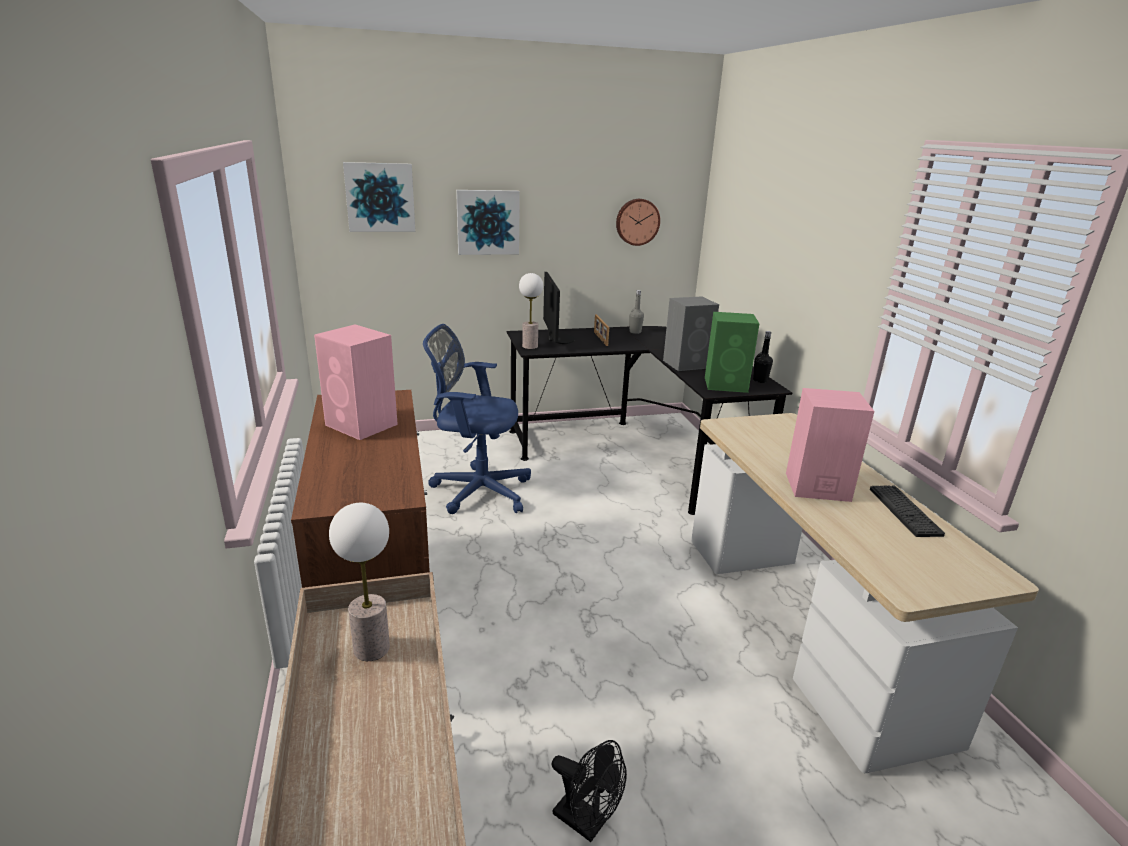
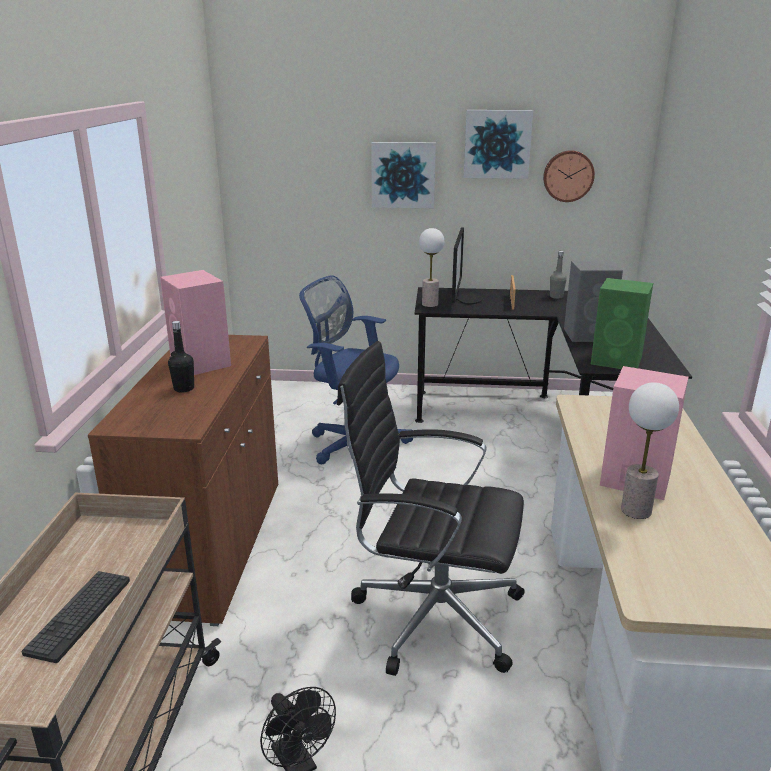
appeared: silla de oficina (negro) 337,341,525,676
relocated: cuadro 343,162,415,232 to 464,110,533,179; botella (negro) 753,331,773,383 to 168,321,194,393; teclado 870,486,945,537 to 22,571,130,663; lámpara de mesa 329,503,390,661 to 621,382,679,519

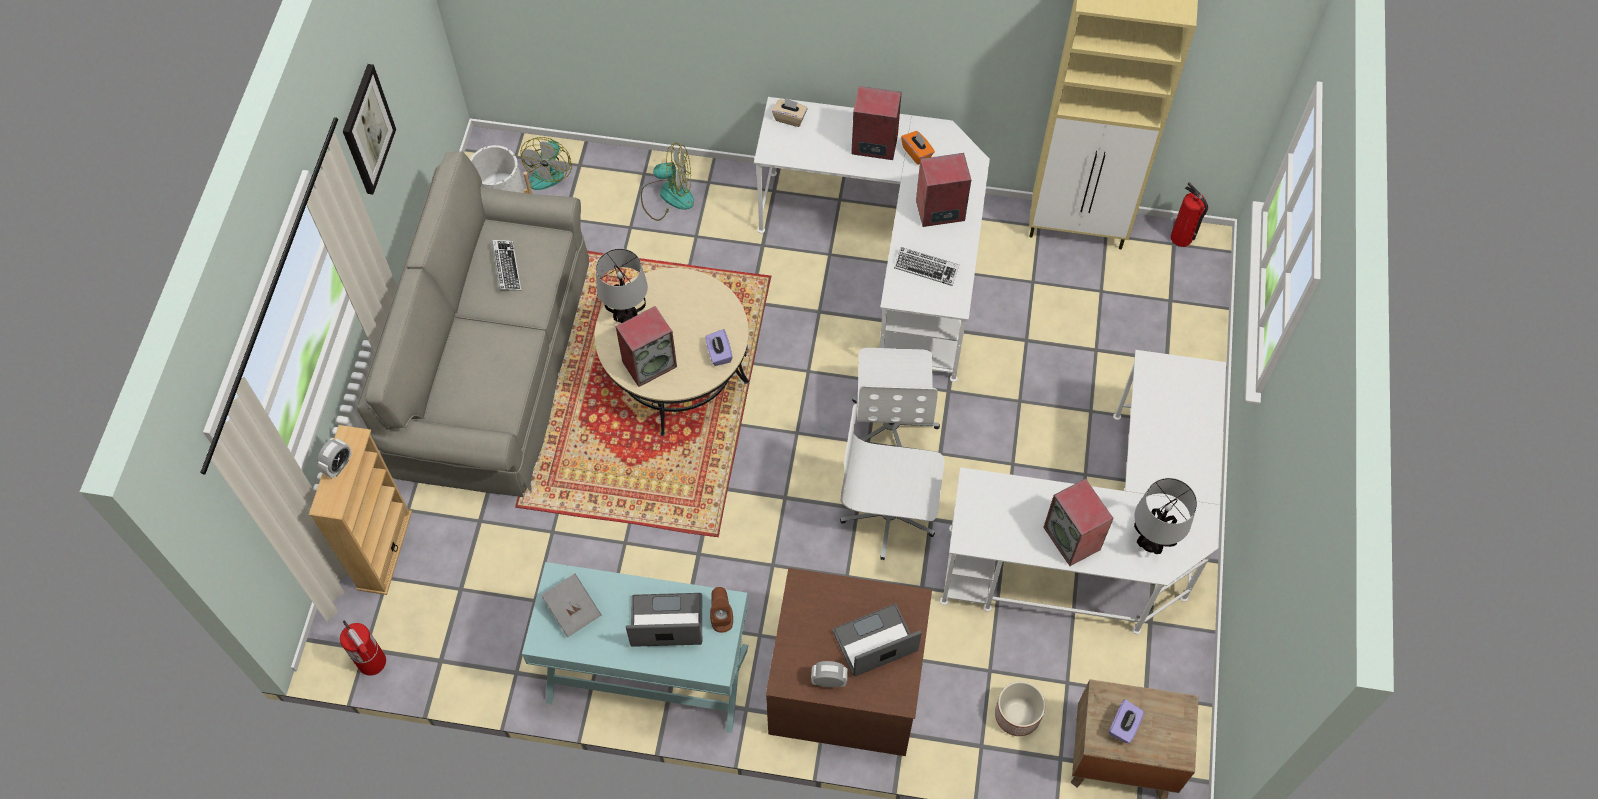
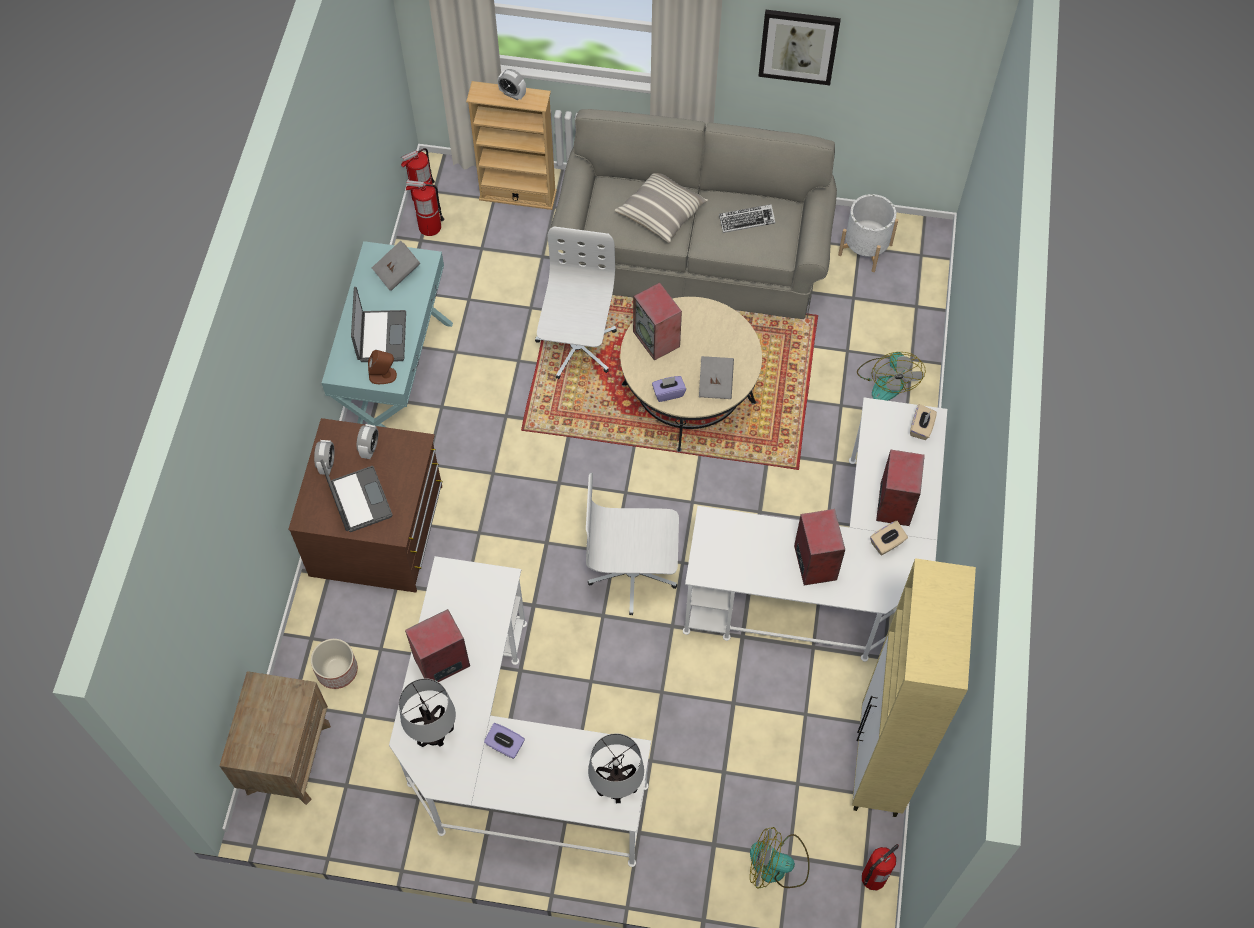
missing: teclado 894,247,959,286
appeared: cojín 615,173,708,243; extintor 406,180,445,236; libro (gris) 699,356,734,399; despertador 356,424,378,459
relocated: ventilador 520,137,572,190 to 750,827,810,889; lámpara de mesa 596,248,648,323 to 588,733,644,803; silla de oficina (blanco) 840,404,945,560 to 535,226,617,379; caja de pañuelos (morado) 1109,699,1144,743 to 484,723,525,759
colour: caja de pañuelos (naranja) 901,131,935,165 to caja de pañuelos (beis) 870,521,908,555

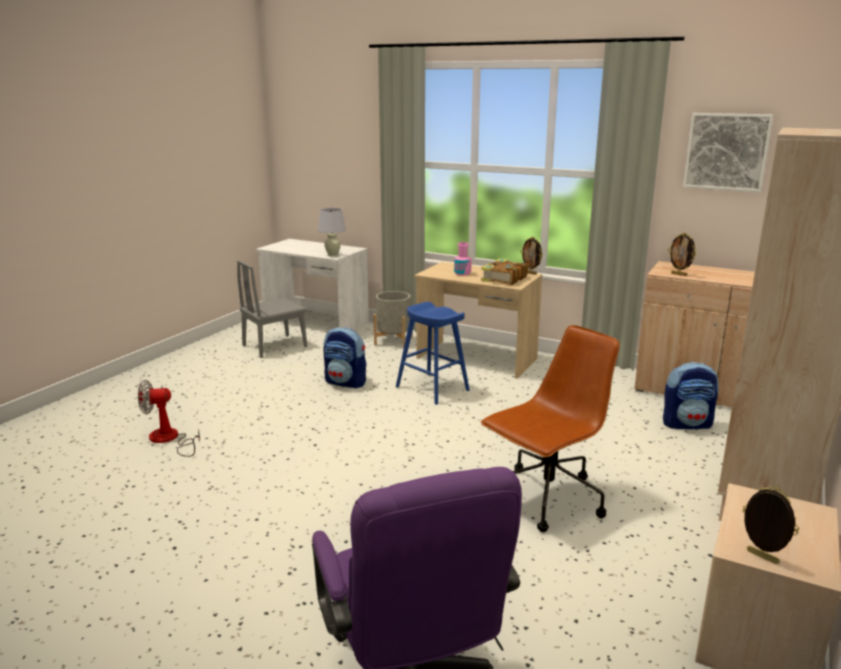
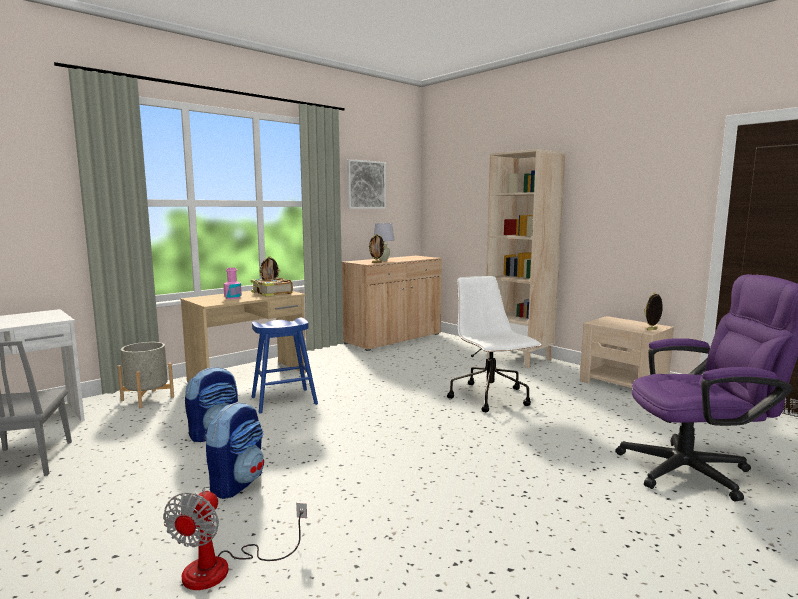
relocated: lámpara de mesa (blanco) 318,208,346,256 to 373,223,394,261; mochila 663,362,719,429 to 203,402,264,499
colour: silla de oficina (marrón) 481,325,620,532 to silla de oficina (blanco) 447,276,541,412

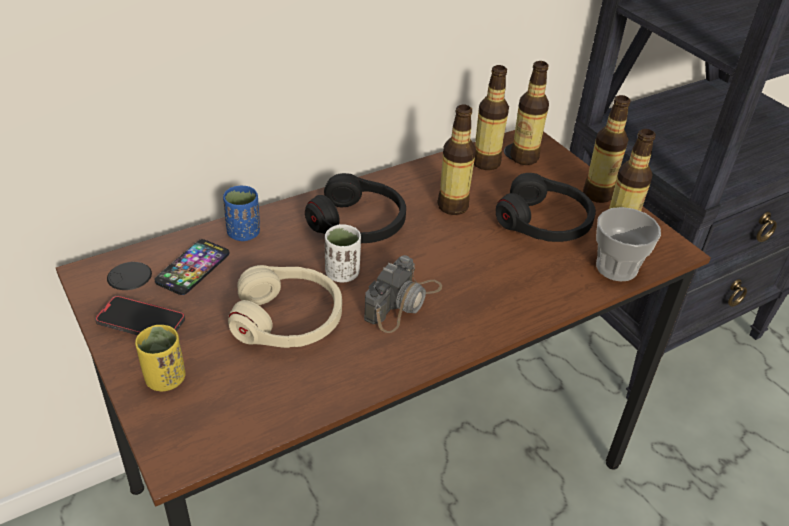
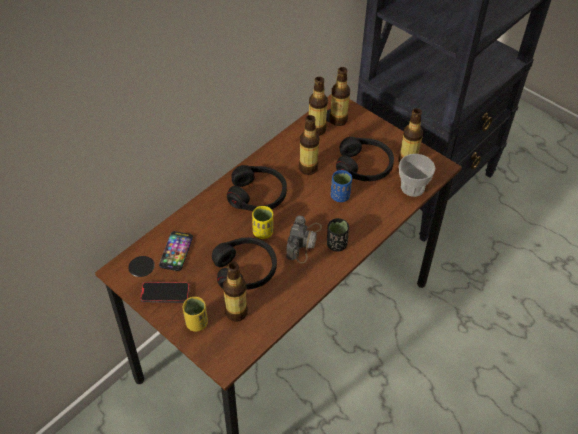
appeared: taza (negro) 327,218,349,252
relocated: botella 583,95,631,203 to 223,262,248,322; taza (azul) 223,186,260,241 to 331,170,352,202
colour: taza (blanco) 325,224,361,283 to taza (amarillo) 252,206,273,239; auriculares (beis) 228,265,342,348 to auriculares (negro) 212,237,277,290

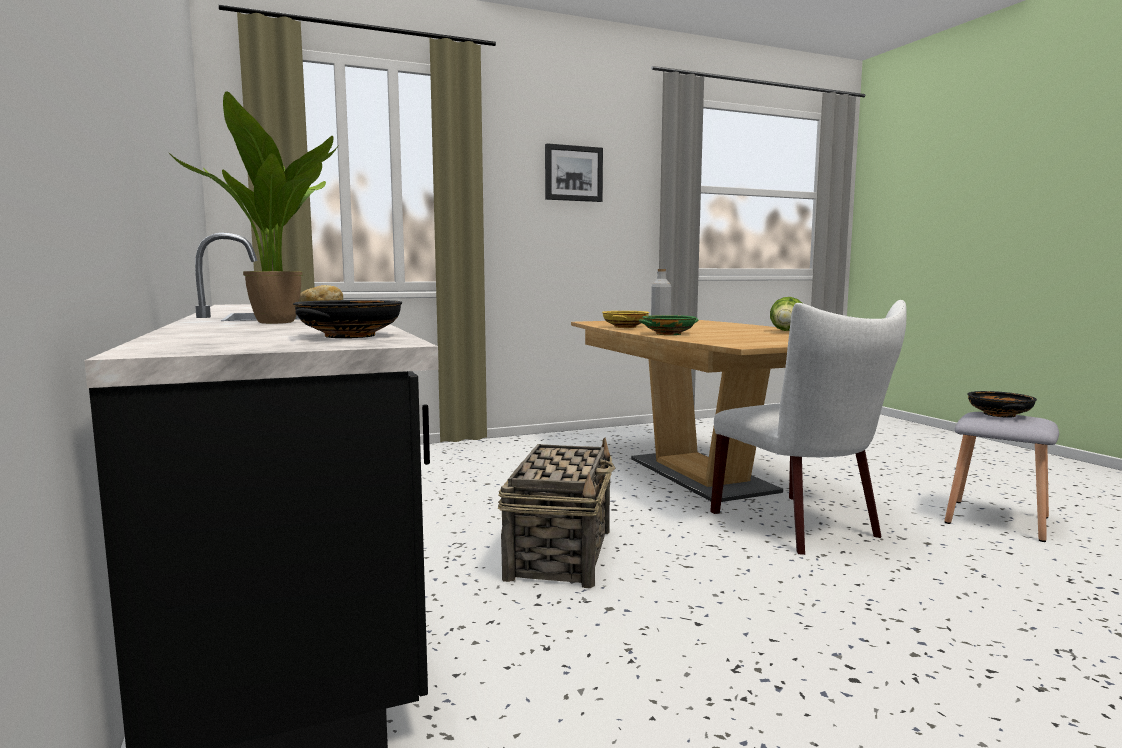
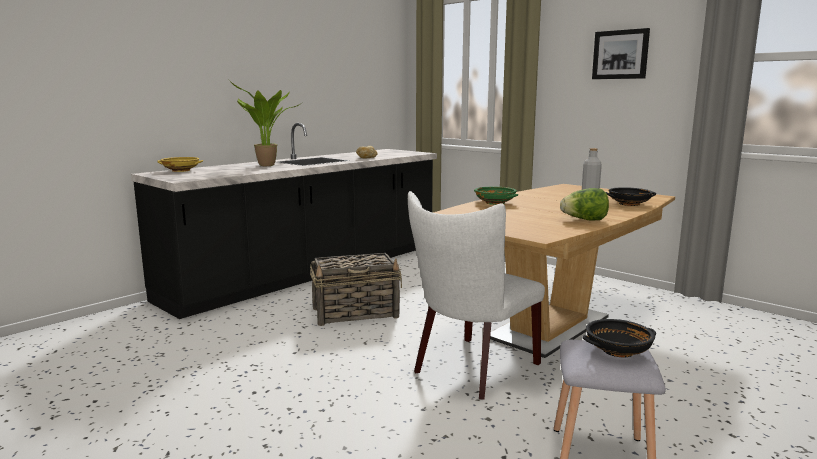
relocated: cuenco (negro) 293,300,402,338 to 606,187,656,206; cuenco (amarillo) 602,311,649,328 to 157,157,203,172

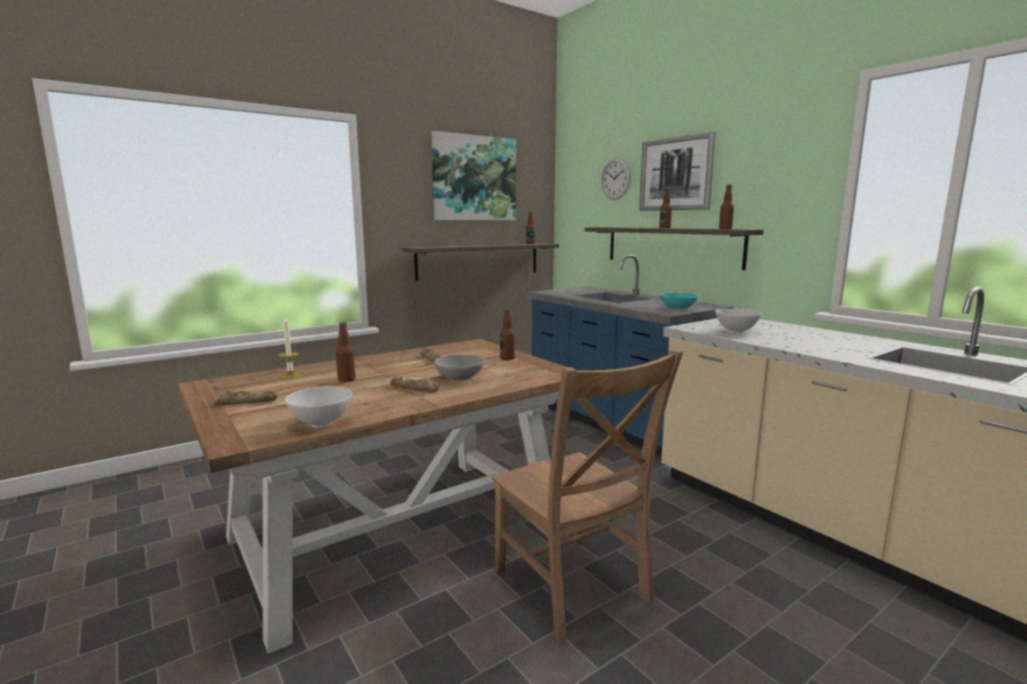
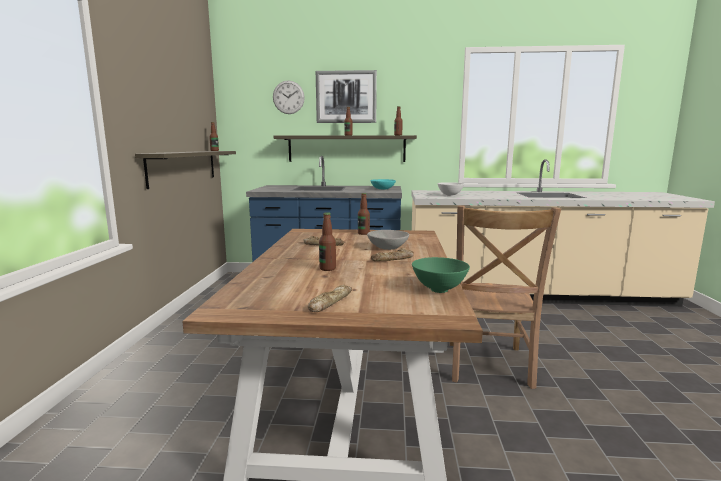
missing: cuadro 431,131,516,220; vela 278,317,303,379
colour: cuenco (blanco) 285,386,352,427 to cuenco (verde) 412,257,470,293
spun: silla (marrón) 492,349,684,645 = 450,205,561,389 90 degrees clockwise

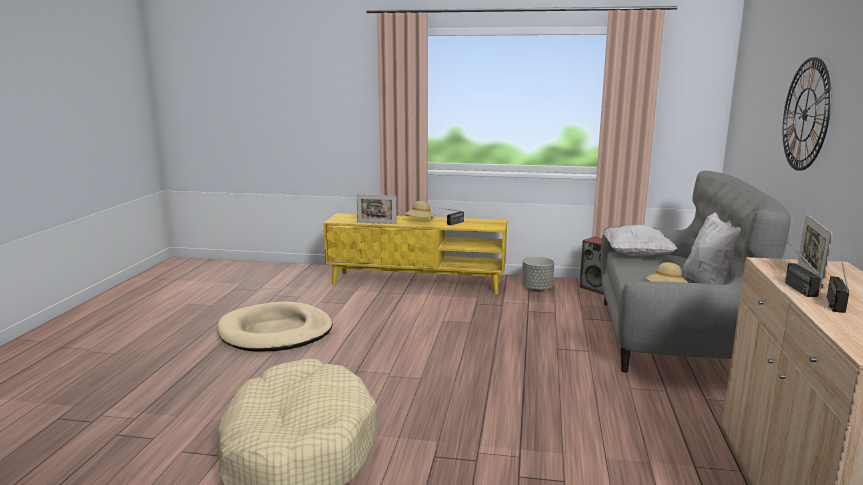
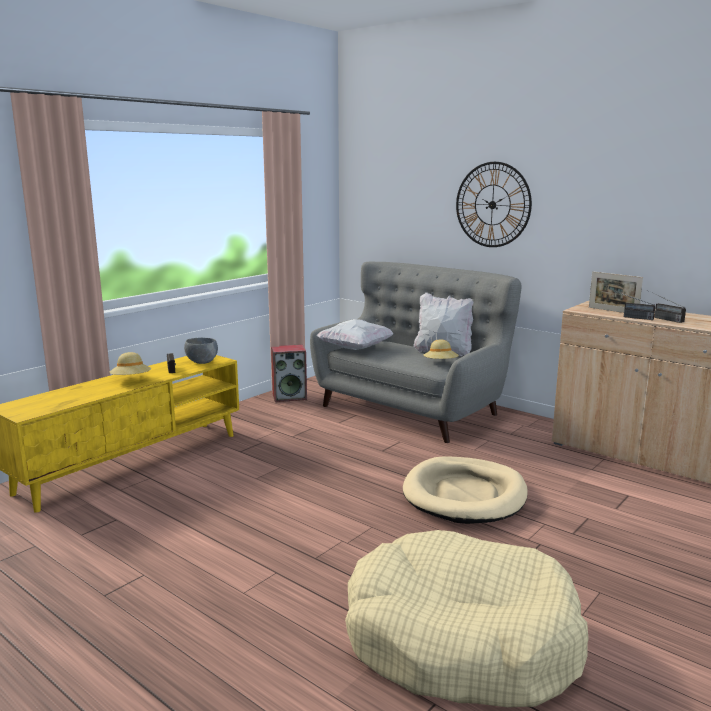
missing: portarretratos 357,194,397,224; maceta (gris) 522,256,554,291
appeared: cuenco (gris) 184,338,218,364
relocated: cama para perro (beis) 217,302,332,352 to 403,456,528,524

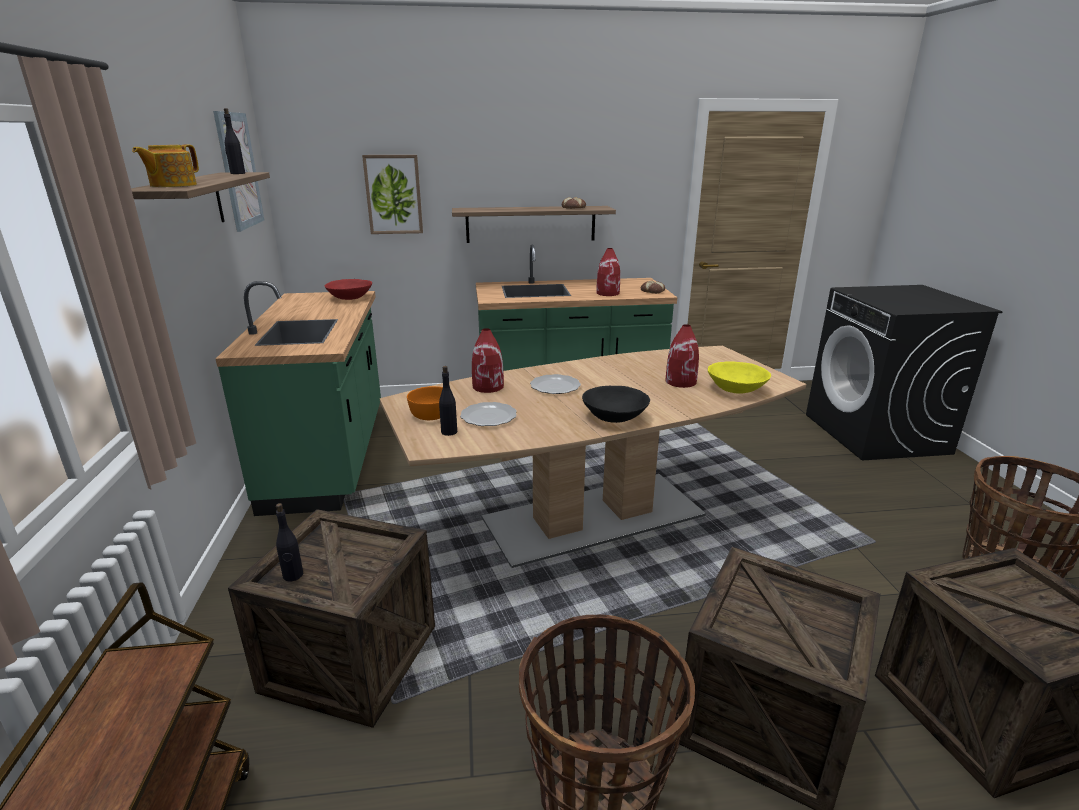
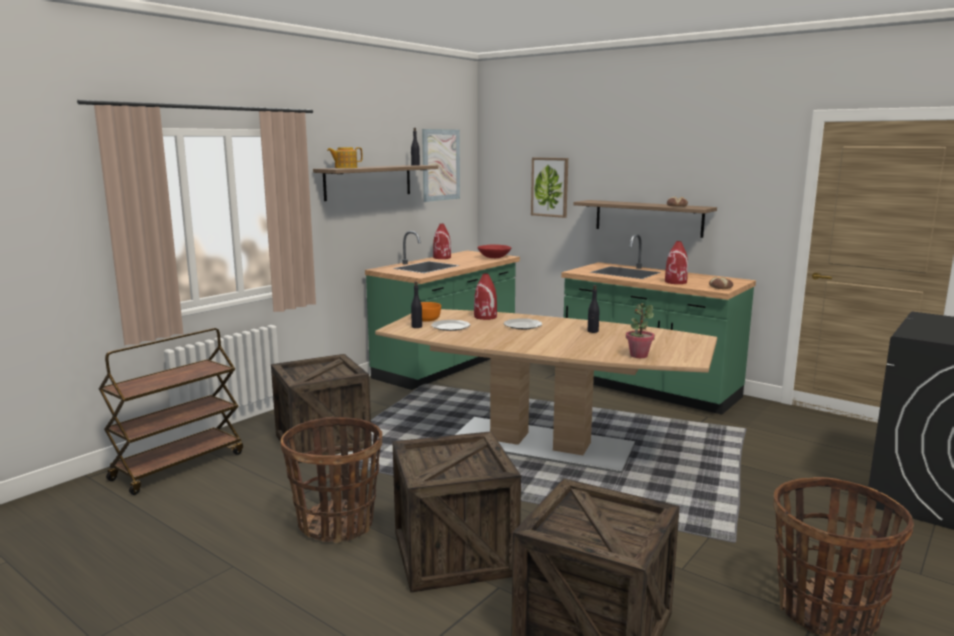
missing: cuenco (negro) 582,386,650,423
relocated: florero (rojo) 666,324,699,388 to 433,224,451,259; botella (negro) 276,503,303,581 to 587,285,600,333
exchanged: cuenco (amarillo) 708,361,771,393 to planta en maceta 626,303,655,358

